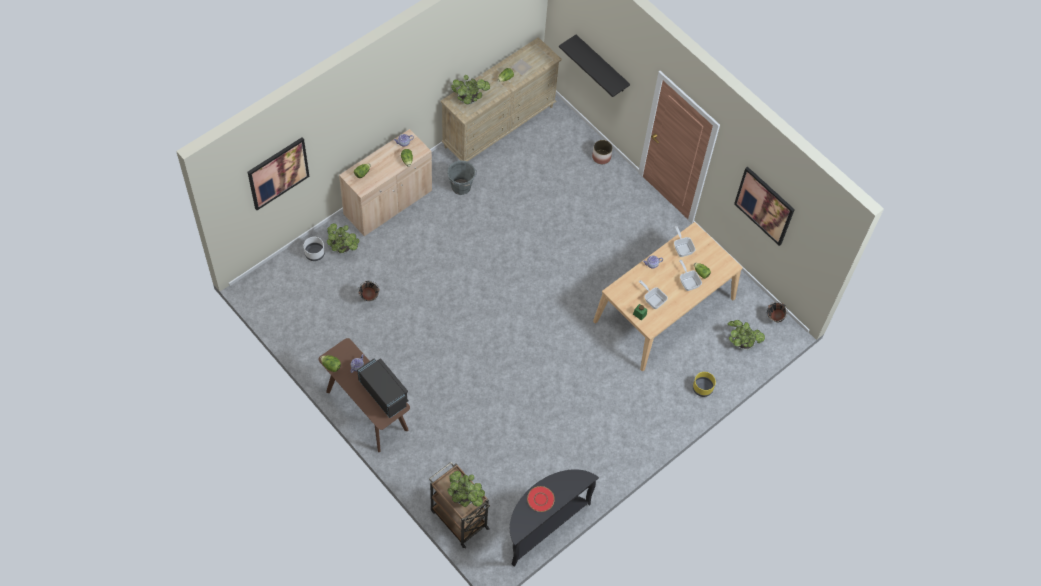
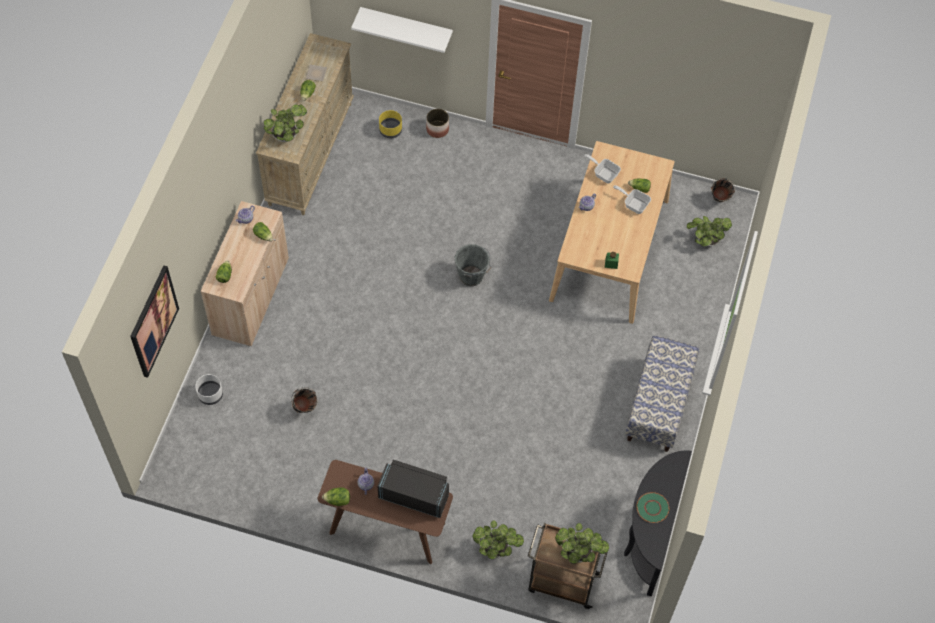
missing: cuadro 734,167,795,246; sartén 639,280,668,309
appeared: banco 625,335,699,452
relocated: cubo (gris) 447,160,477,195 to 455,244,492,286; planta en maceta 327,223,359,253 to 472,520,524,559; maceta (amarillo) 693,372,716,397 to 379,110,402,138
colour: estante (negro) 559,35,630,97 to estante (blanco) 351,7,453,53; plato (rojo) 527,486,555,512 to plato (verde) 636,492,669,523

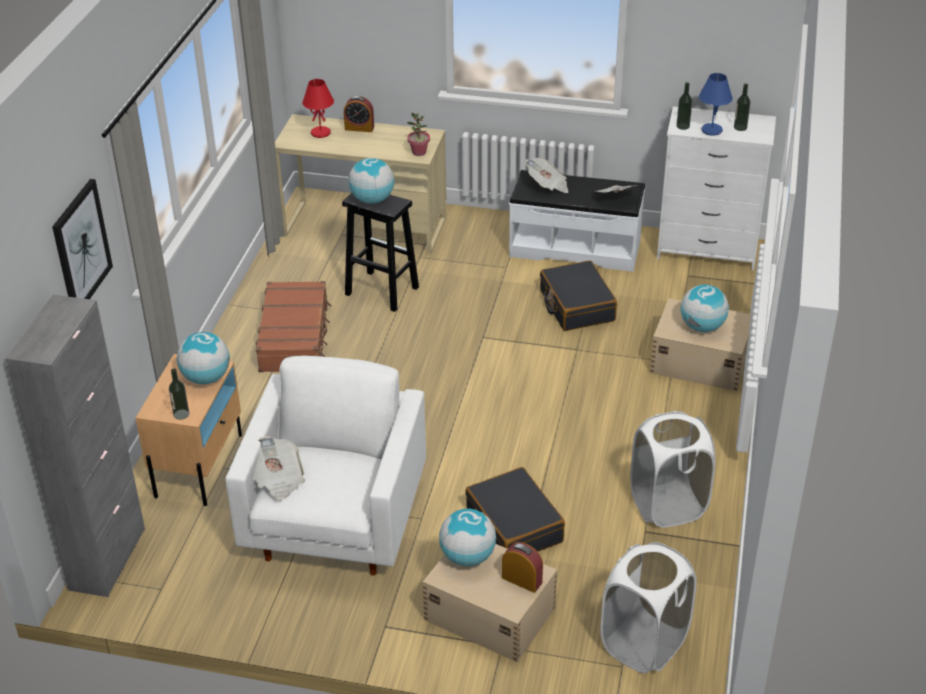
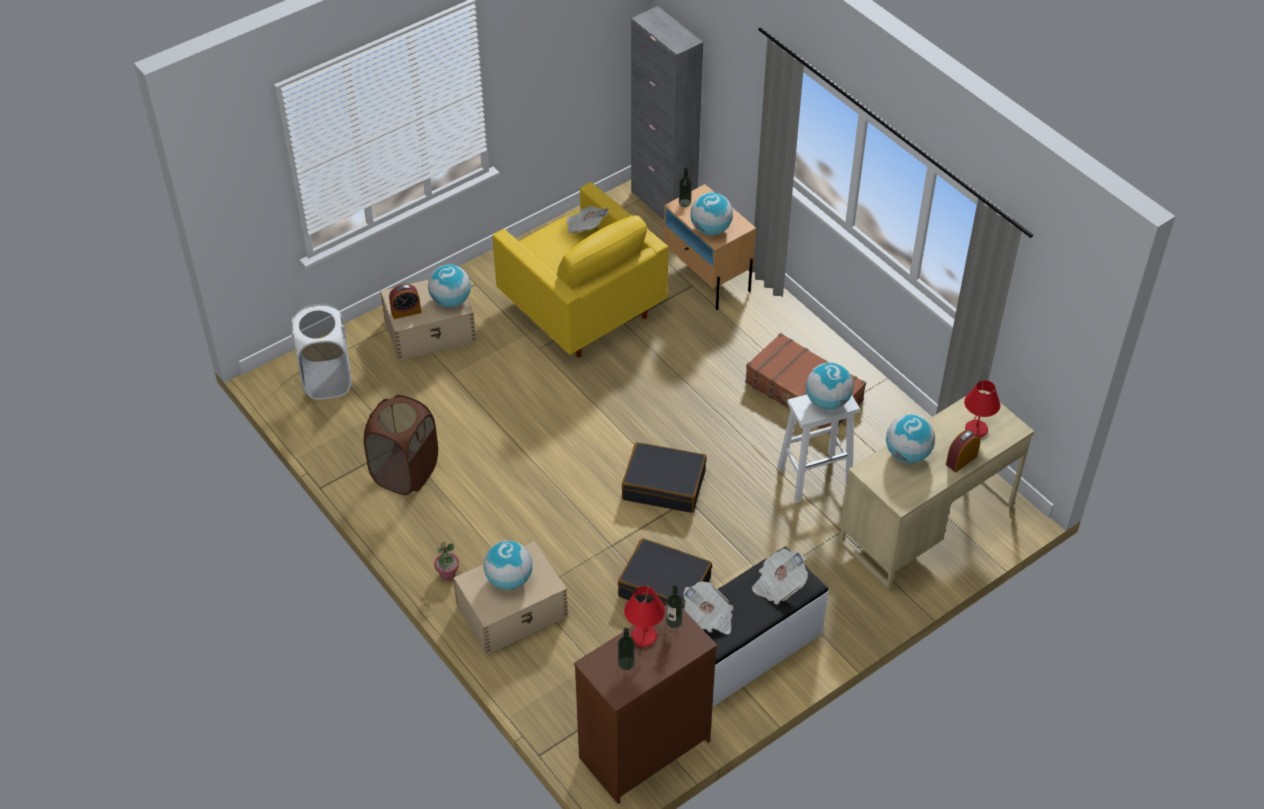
missing: cuadro 52,179,113,299
appeared: globo terráqueo 886,414,935,463
relocated: planta en maceta 407,113,430,156 to 434,542,459,580; maleta (negro) 465,467,565,552 to 622,442,707,513
colour: lámpara de mesa (azul) 699,73,733,136 to lámpara de mesa (rojo) 624,586,665,647; cómoda (blanco) 657,106,776,271 to cómoda (marrón) 574,604,717,804; taburete (negro) 342,193,419,312 to taburete (blanco) 777,395,860,503; sillón (blanco) 226,356,426,575 to sillón (amarillo) 492,182,669,357; cesto de la ropa (blanco) 630,411,716,528 to cesto de la ropa (marrón) 364,395,438,495

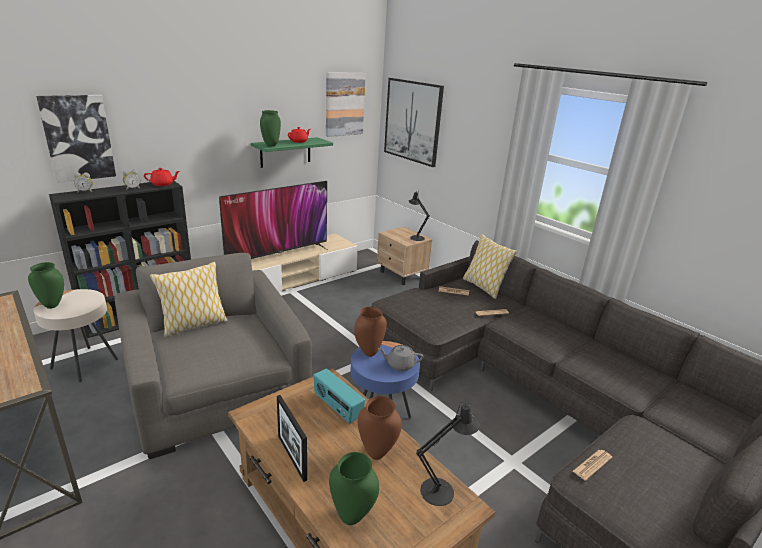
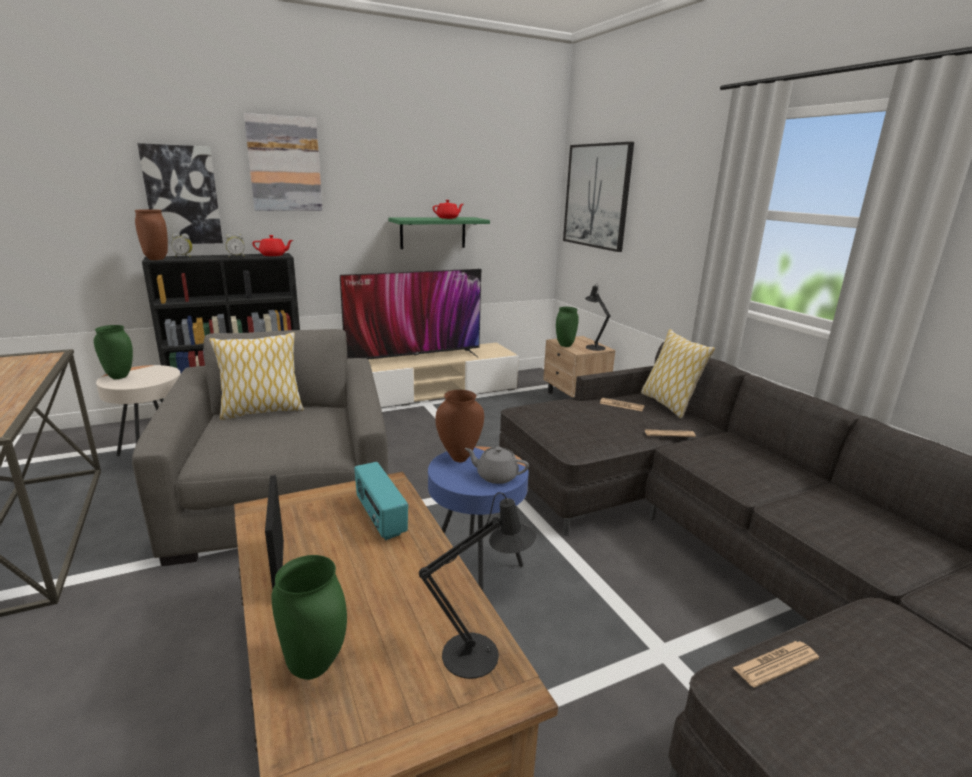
relocated: cuadro 326,72,366,137 to 244,113,323,211; florero (verde) 260,110,281,147 to 556,307,579,347; florero (marrón) 358,396,402,460 to 135,209,168,260

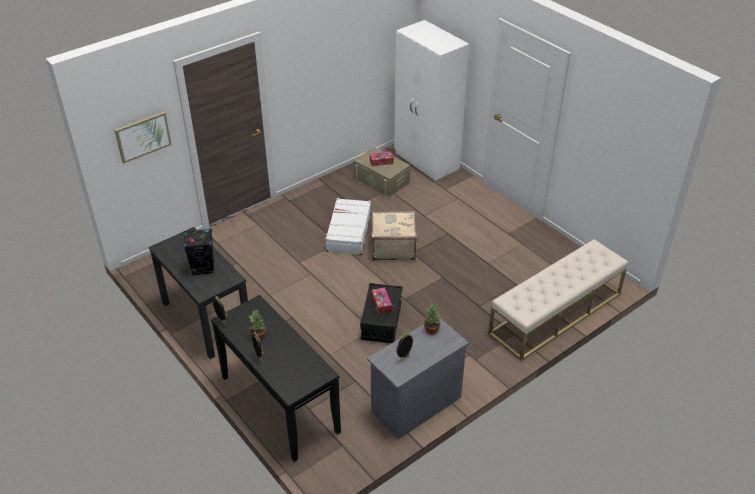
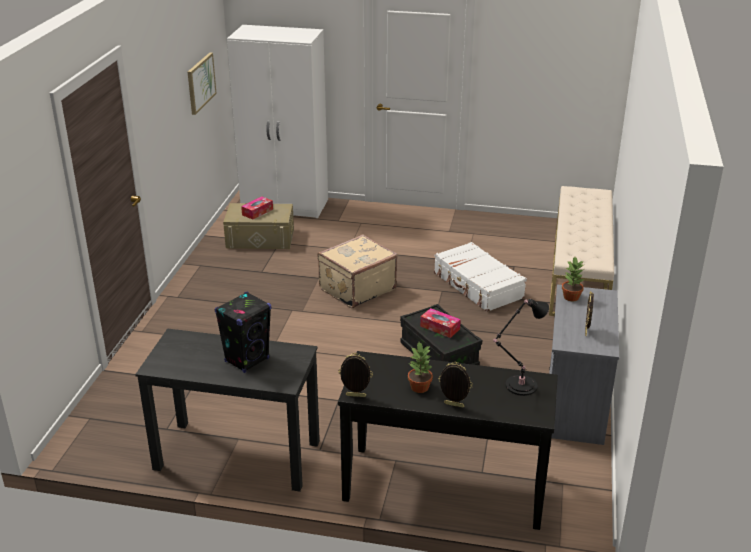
appeared: lámpara de mesa (negro) 493,299,549,396
relocated: cuadro 115,112,172,163 to 188,53,217,115; maleta (blanco) 324,198,371,255 to 434,242,527,312

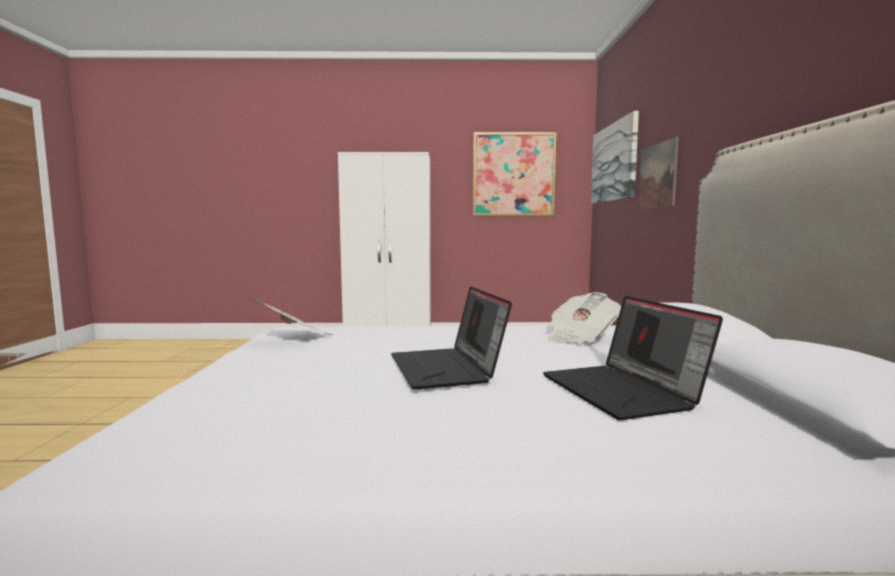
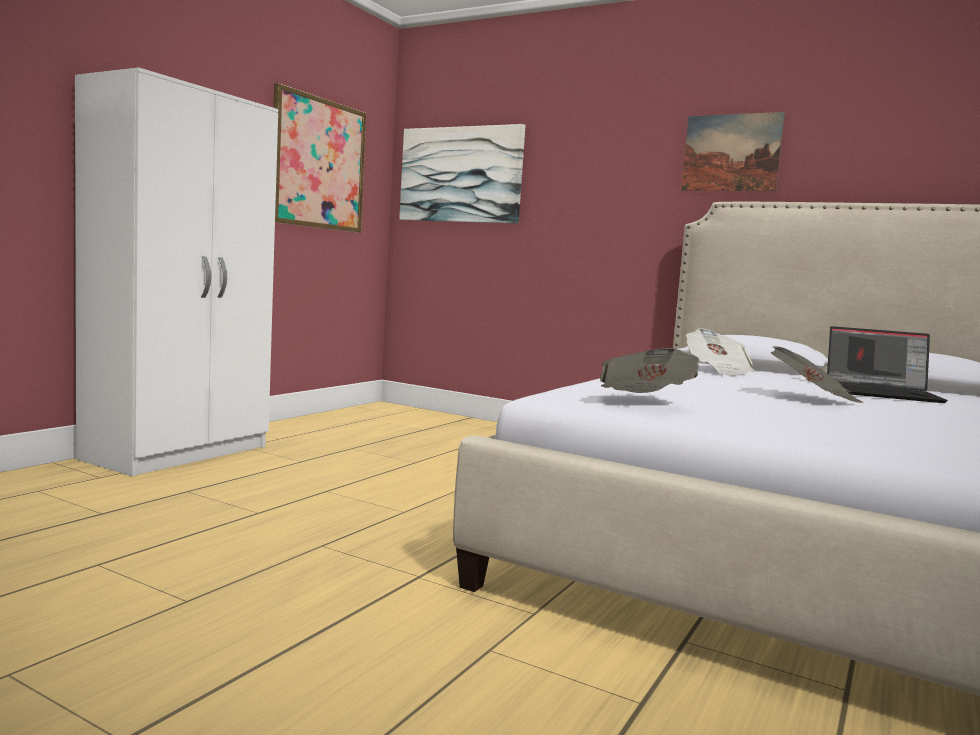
relocated: cuadro 638,137,679,209 to 681,112,785,191
exchanged: portátil 391,287,512,390 to periódico 771,346,863,403

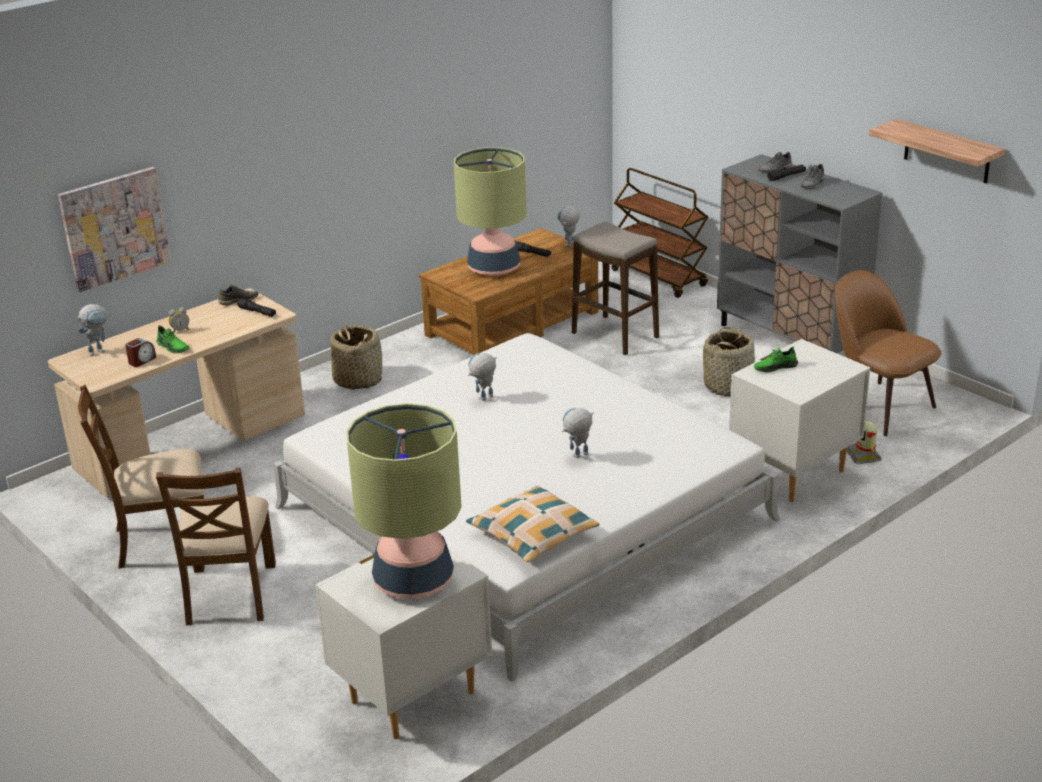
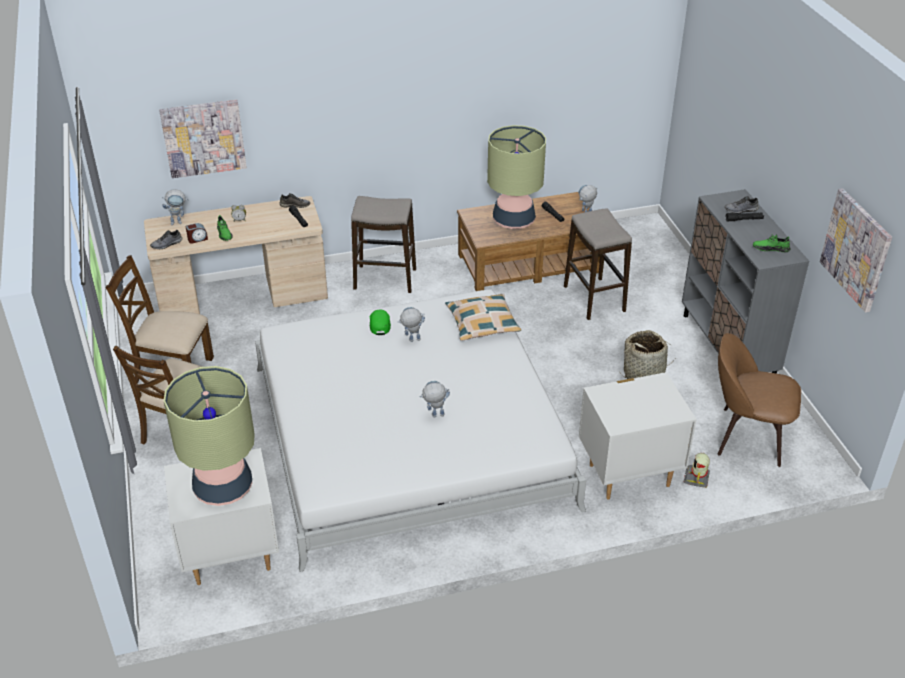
missing: carrito (marrón) 612,168,708,298
appeared: gorra (verde) 370,310,391,335
relocated: zapato (gris) 801,164,825,189 to 150,230,182,249; zapato (verde) 754,347,798,372 to 753,234,791,252; cojín 466,485,599,562 to 445,294,521,340
exchanged: estante 869,119,1005,183 to cuadro 820,188,892,312; cesta 330,325,382,390 to taburete 351,196,416,293
spun: silla (marrón) 835,270,941,436 = 718,333,801,467 60 degrees counterclockwise

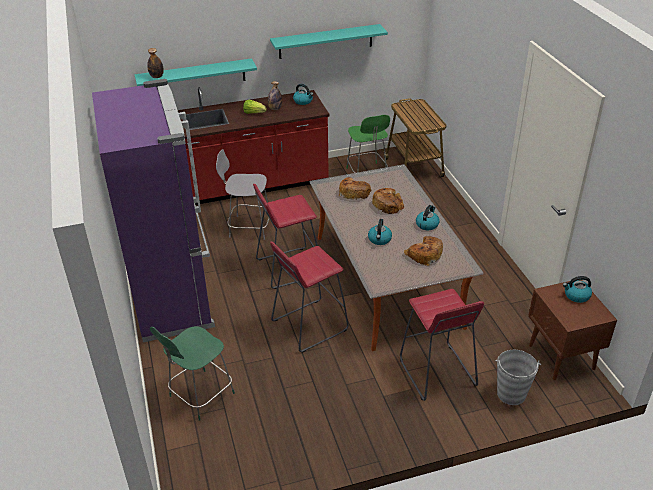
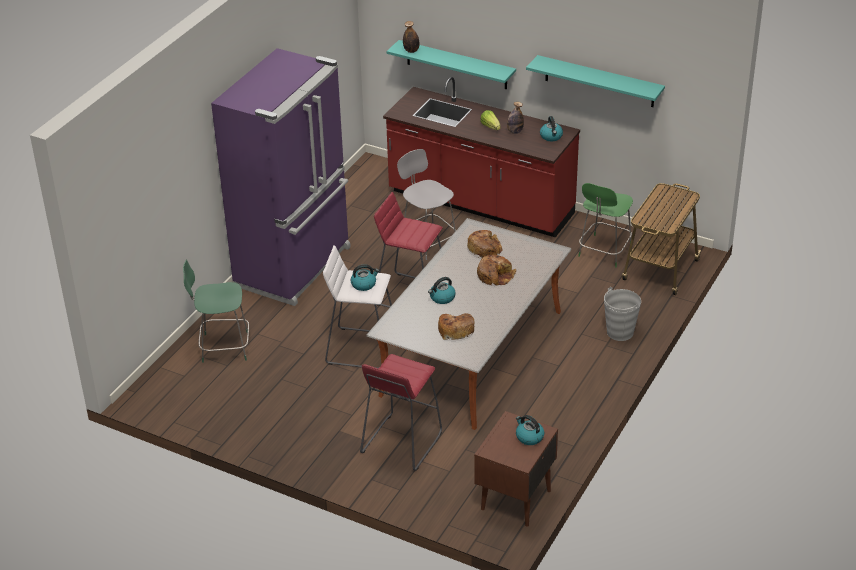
relocated: hervidor 416,205,439,231 to 351,264,379,291; cubo (gris) 496,350,541,405 to 604,287,641,341
colour: taburete (rojo) 270,242,349,352 to taburete (blanco) 323,245,392,369

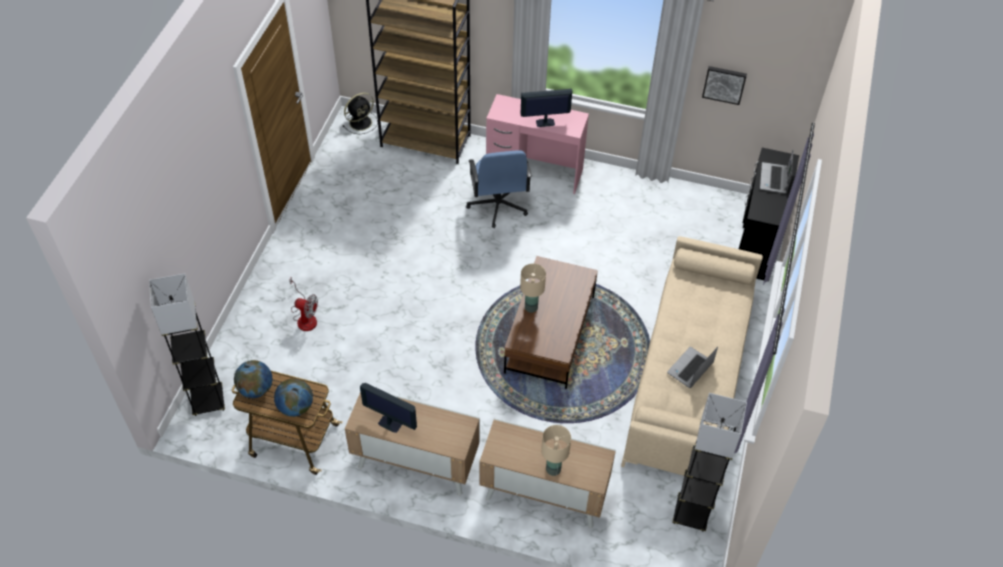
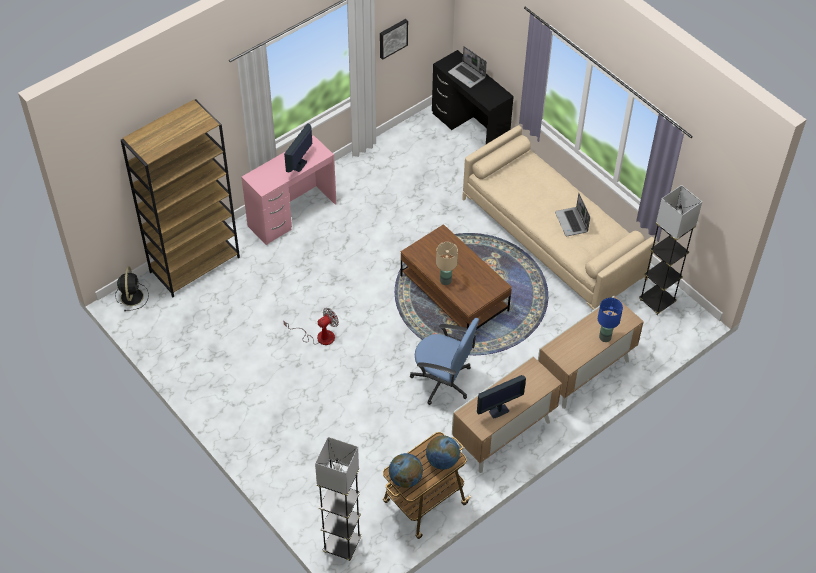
relocated: silla de oficina (azul) 466,150,532,228 to 410,318,479,405; ventilador 289,277,318,331 to 283,308,339,345
colour: lámpara de mesa (beis) 541,425,571,476 to lámpara de mesa (azul) 598,298,623,342

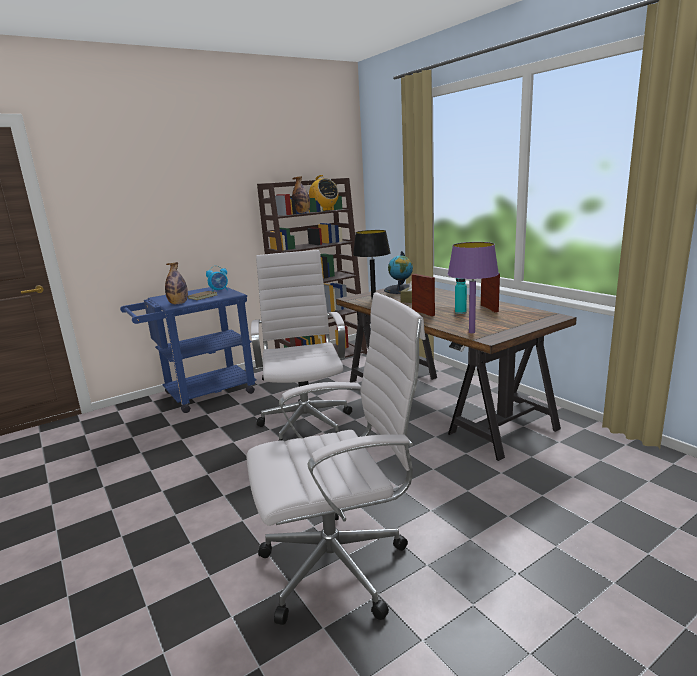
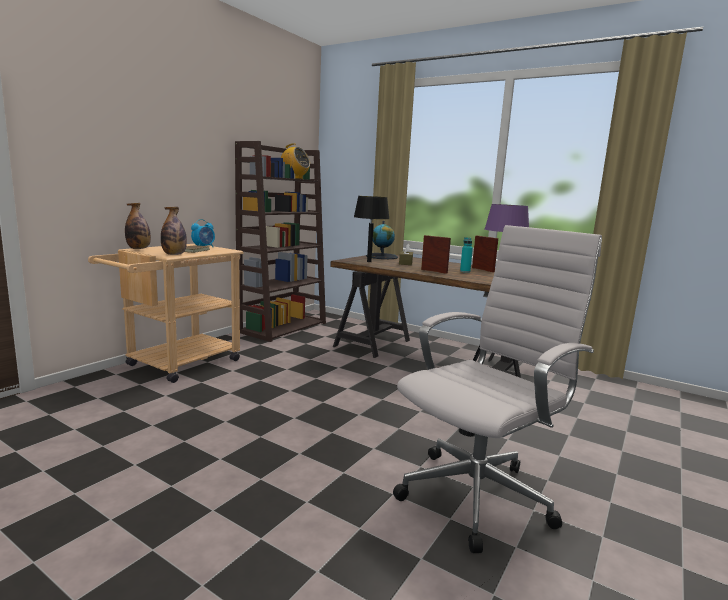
missing: silla de oficina (blanco) 251,250,352,441
relocated: botella 292,176,310,213 to 125,203,151,249
colour: carrito (azul) 120,287,256,413 to carrito (beis) 88,244,243,383

